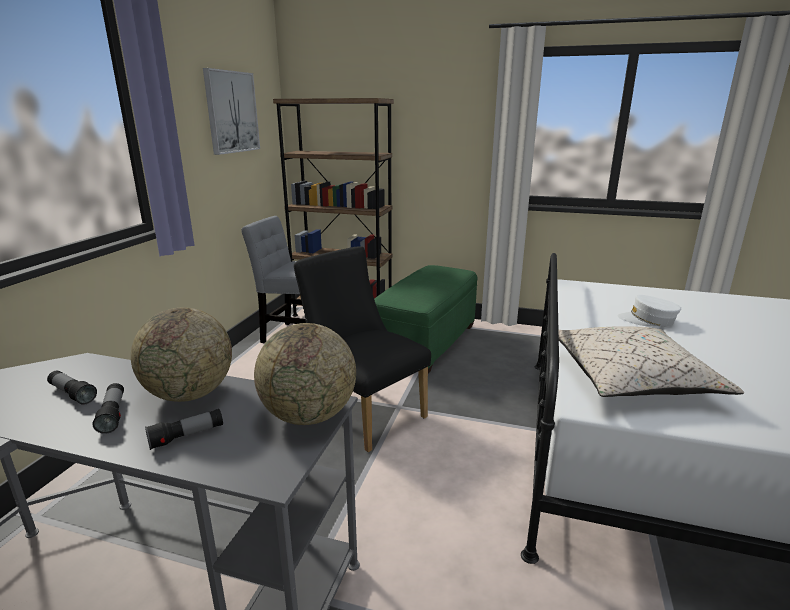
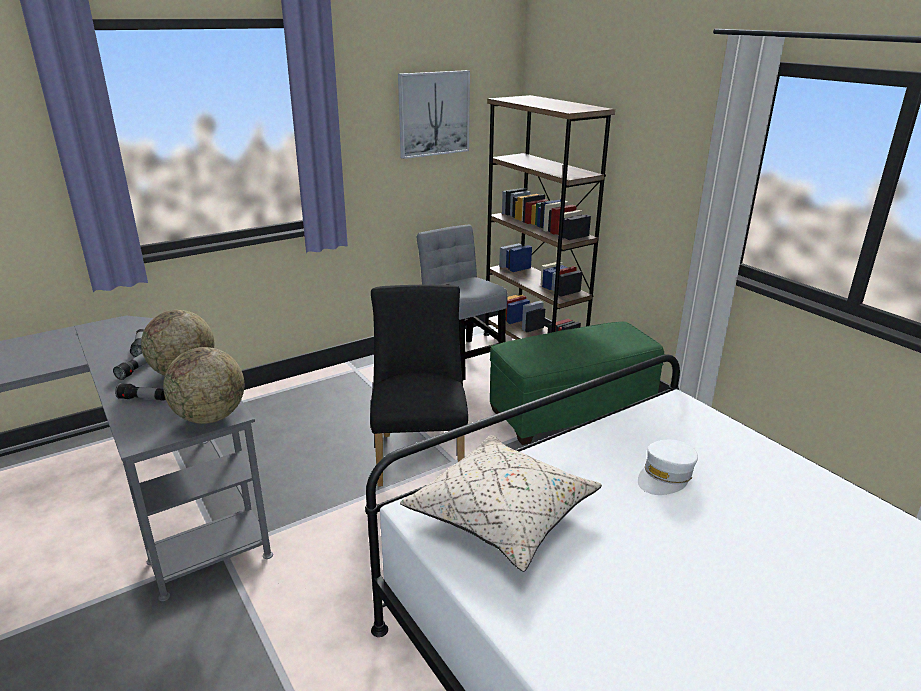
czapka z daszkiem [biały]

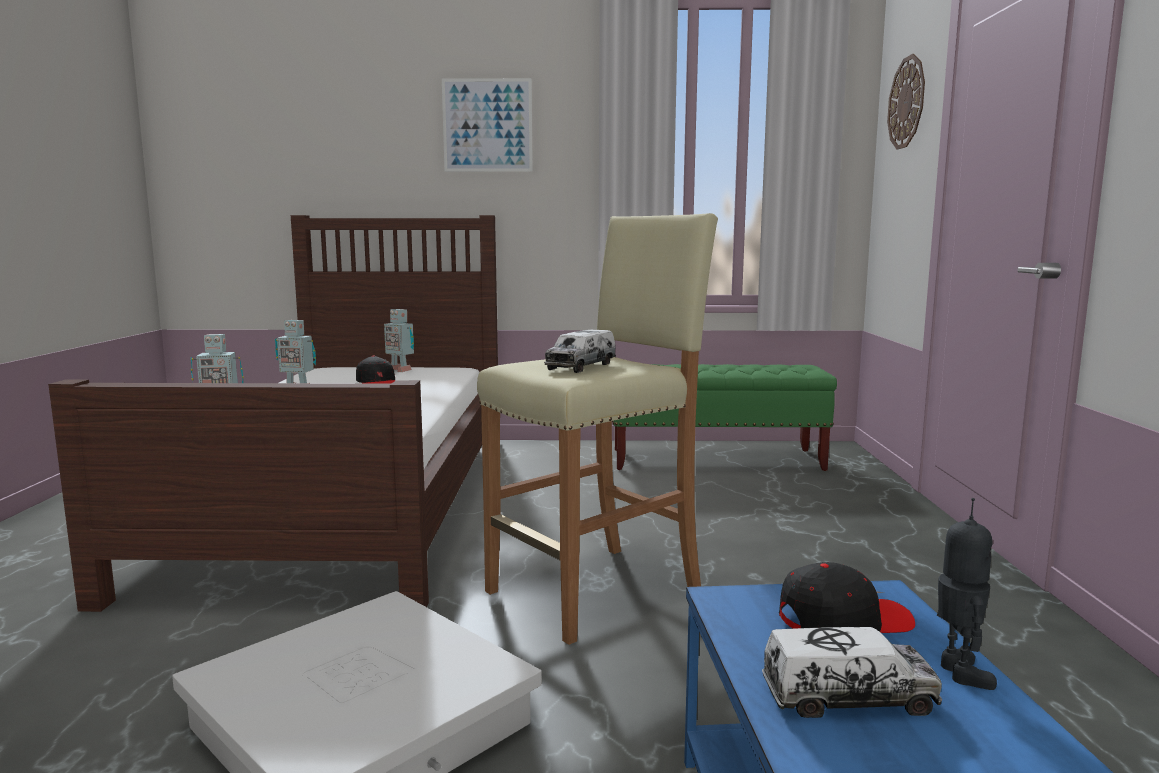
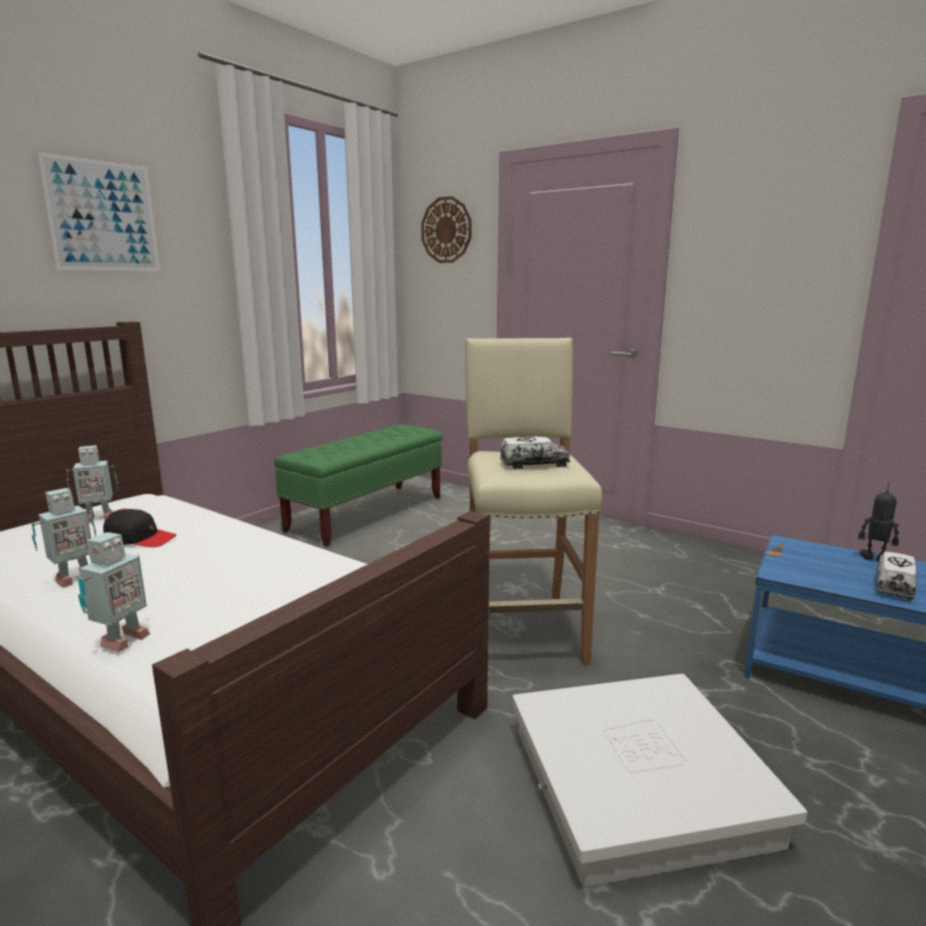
ciężarówka zabawkowa (no. 1 from left)
czapka z daszkiem [czarny] (no. 2 from left in the first image)

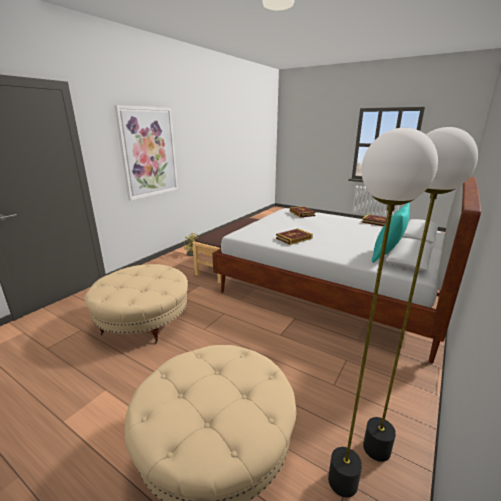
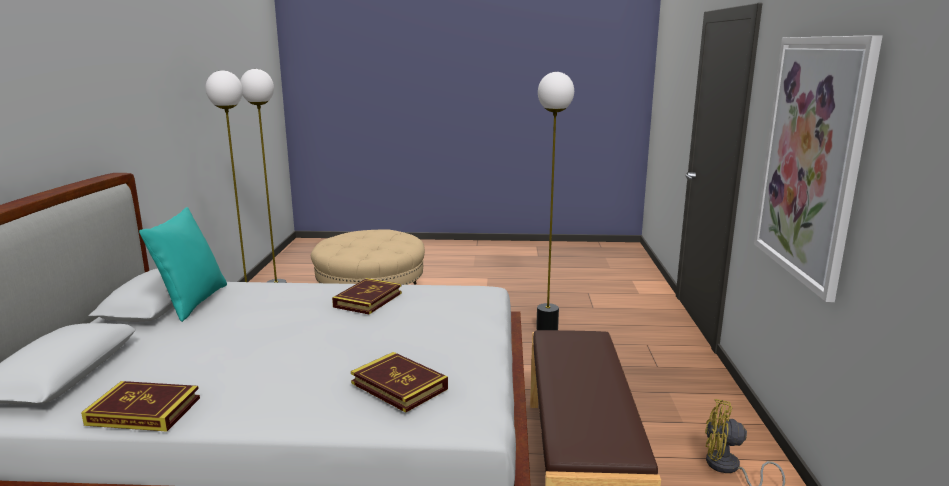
lampa stojąca (no. 3 from left)

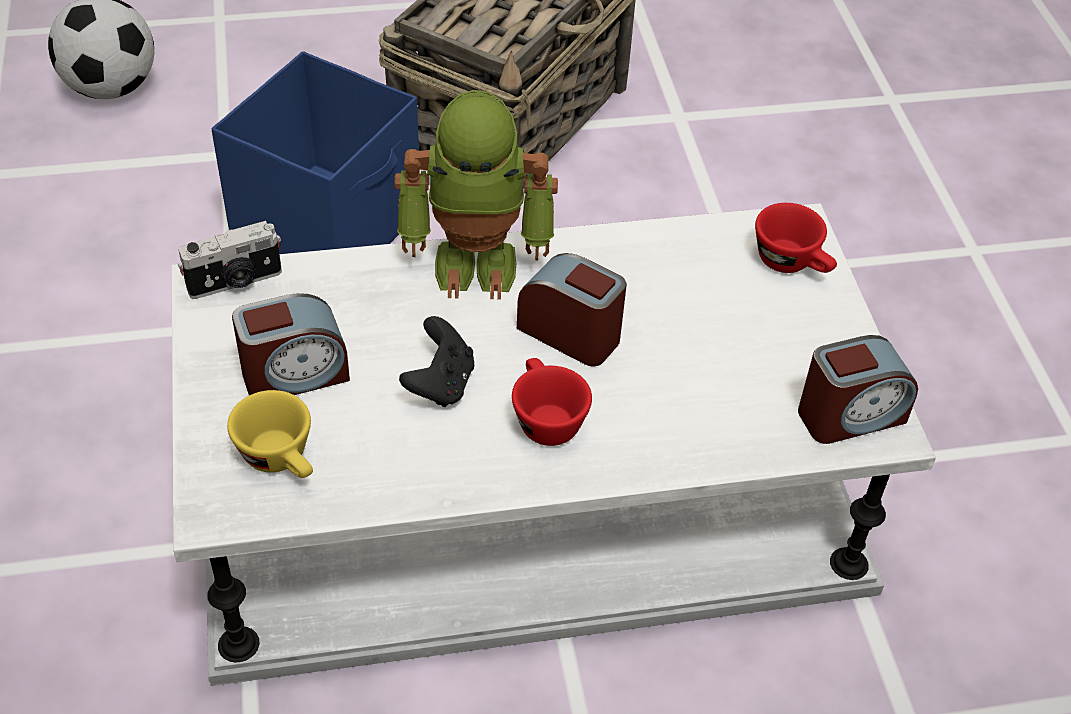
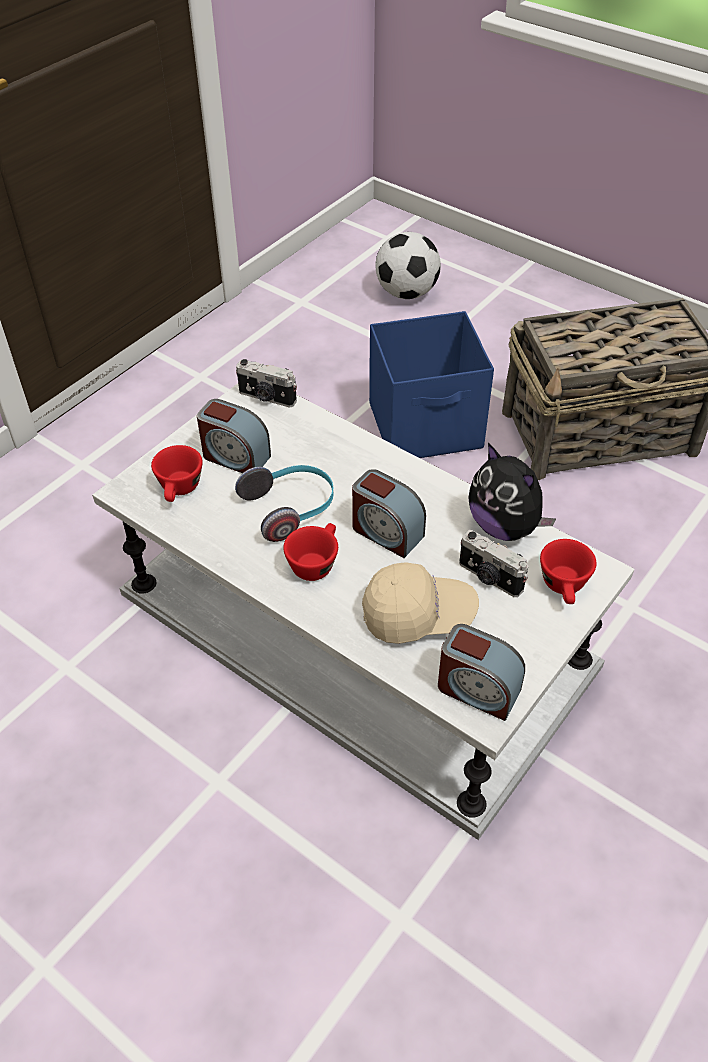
robot zabawkowy
budzik (no. 2 from left)
słuchawki
filiżanka [czerwony] (no. 1 from left)
pluszak
aparat fotograficzny (no. 2 from left)
czapka z daszkiem [beżowy]

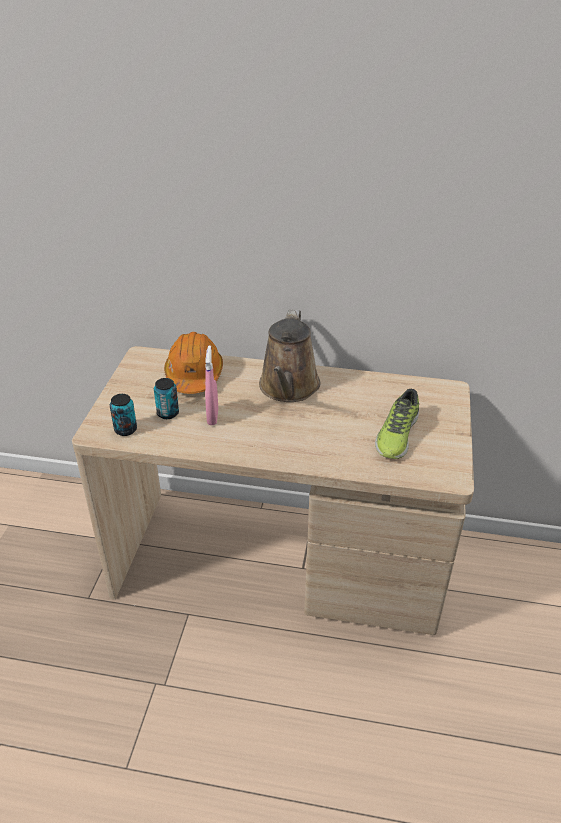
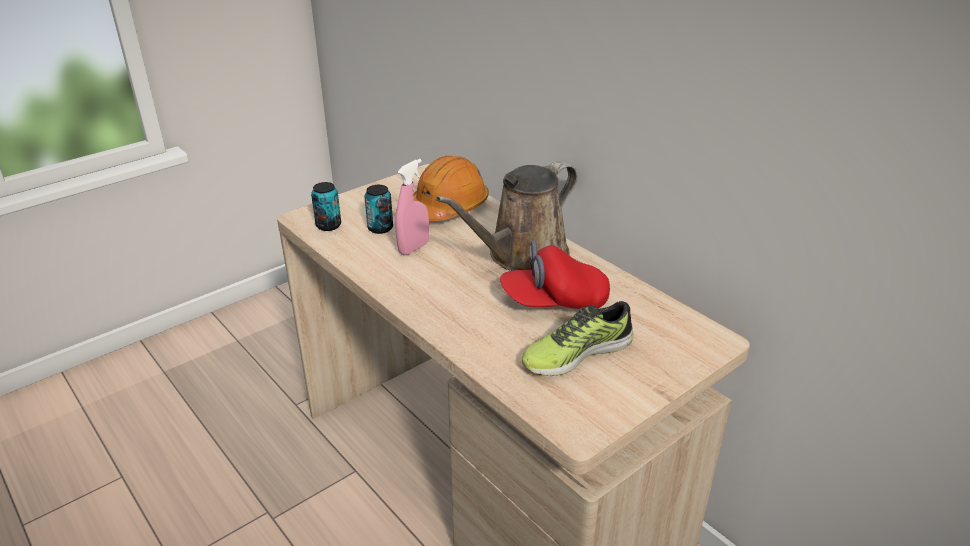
czapka z daszkiem [czerwony]

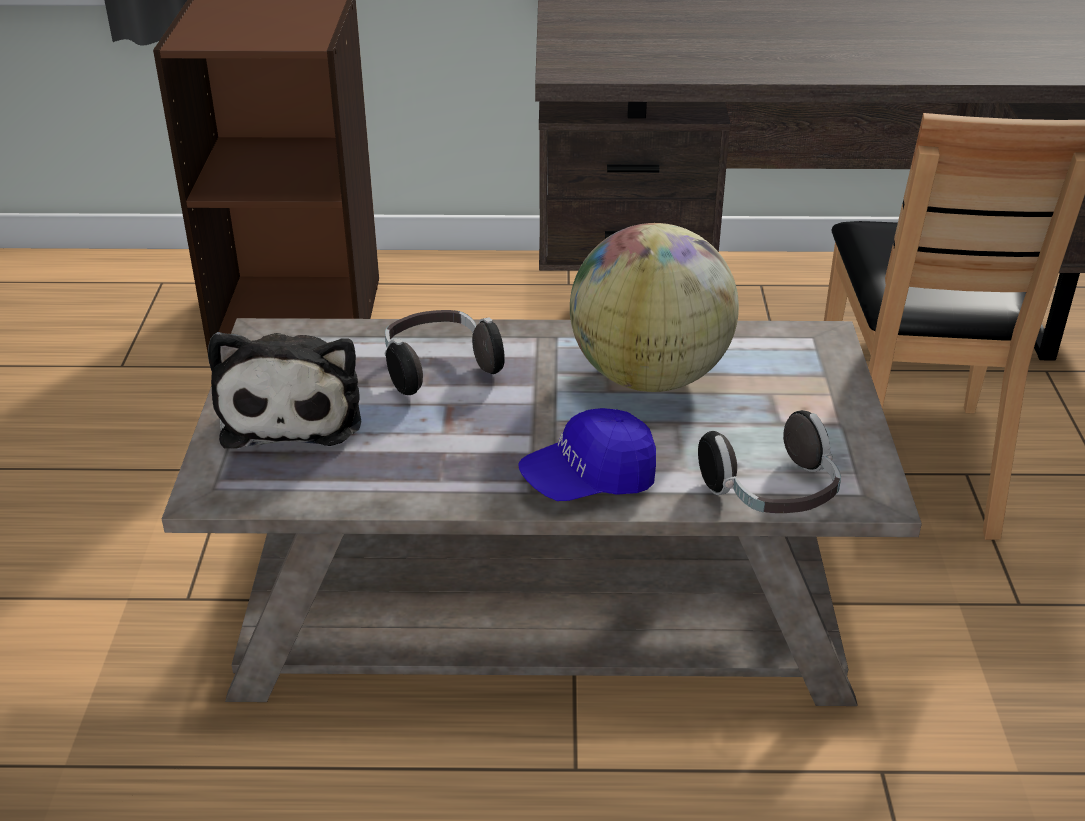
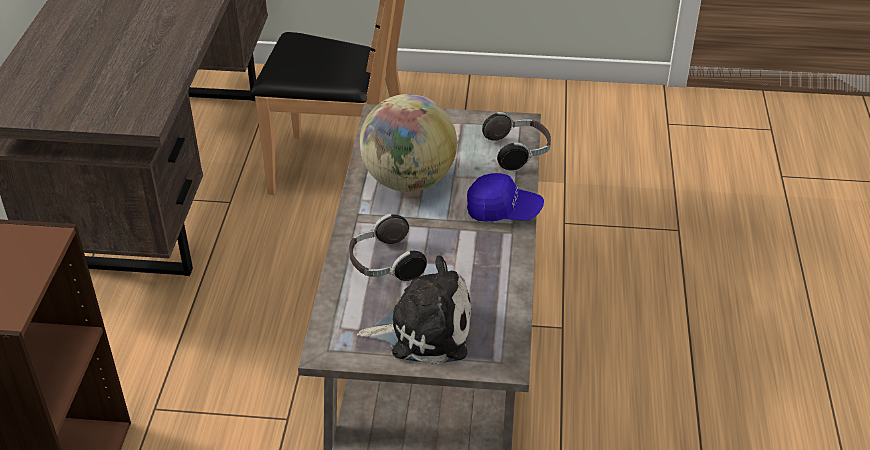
czapka z daszkiem [niebieski]

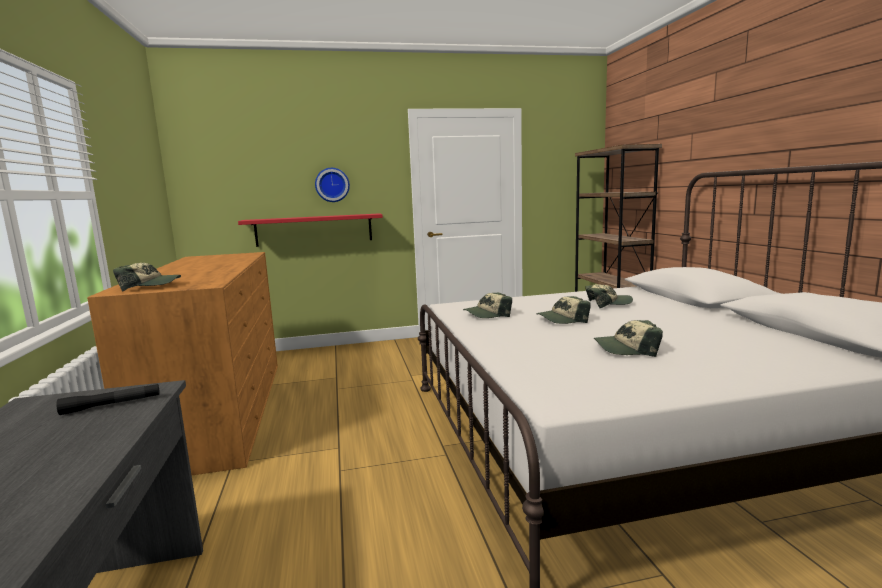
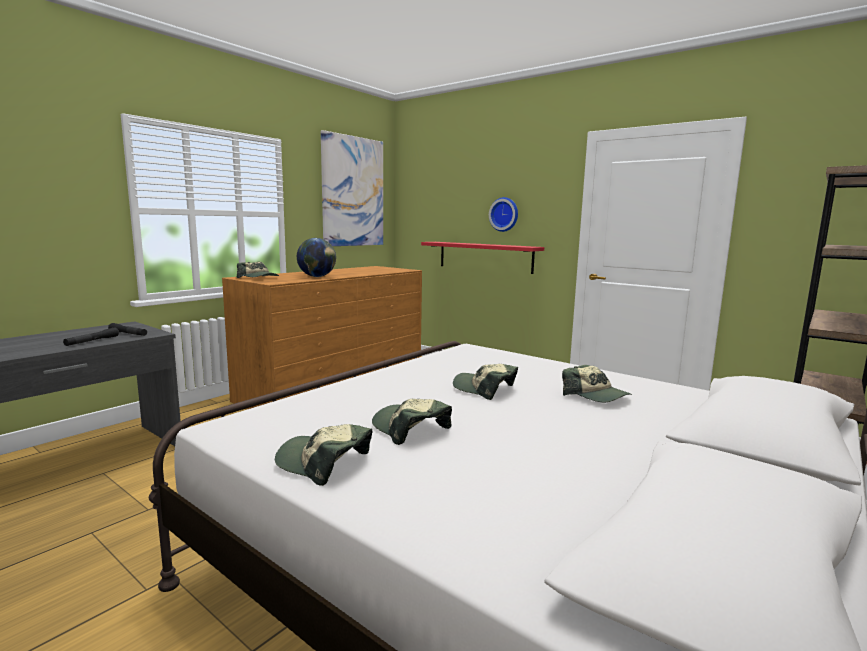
czapka z daszkiem (no. 2 from left)
obraz
globus
latarka [czarny] (no. 1 from left)

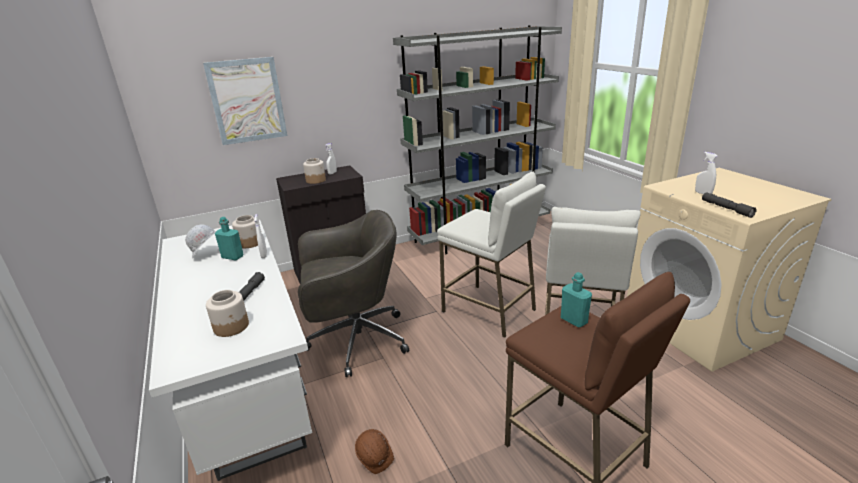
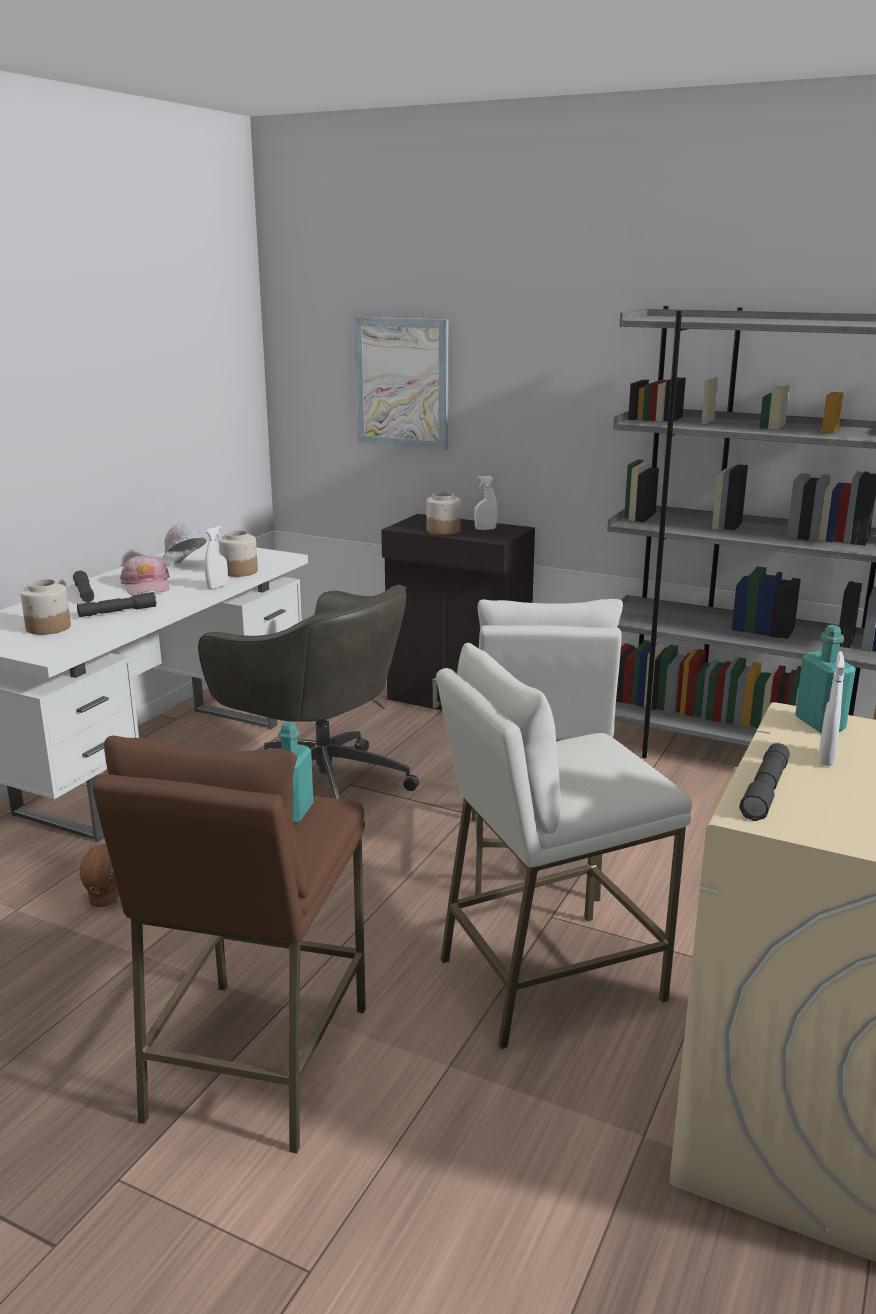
butelka [turkusowy] (no. 2 from left)
czapka z daszkiem [różowy]
latarka [szary] (no. 1 from left)

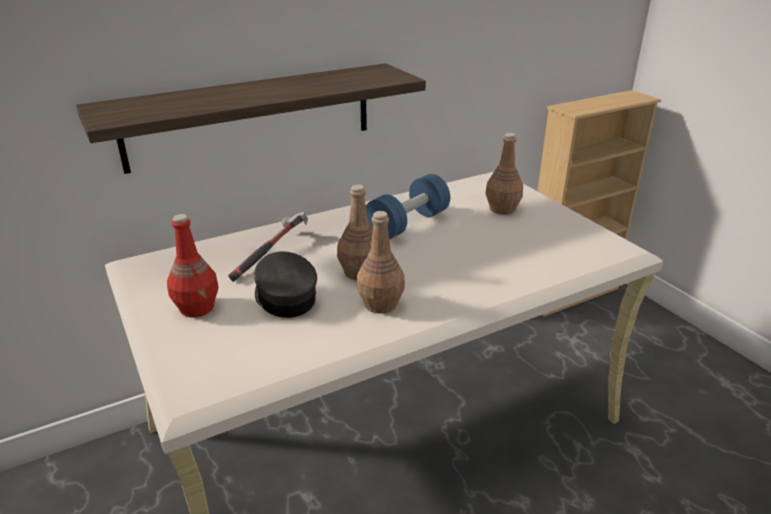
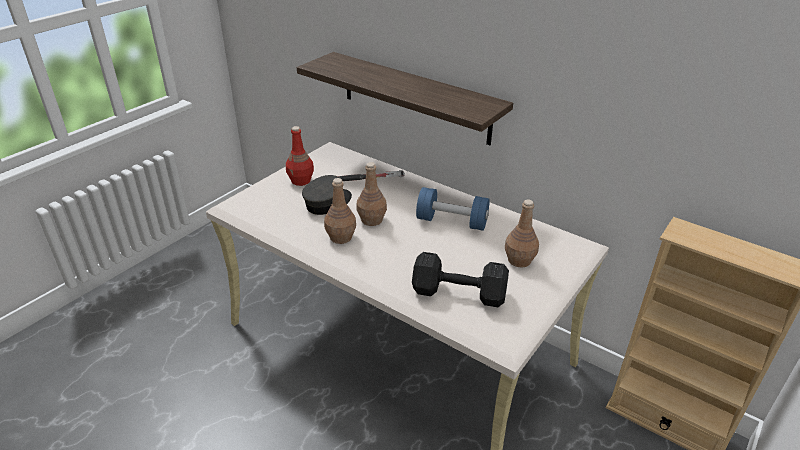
hantel [czarny]

